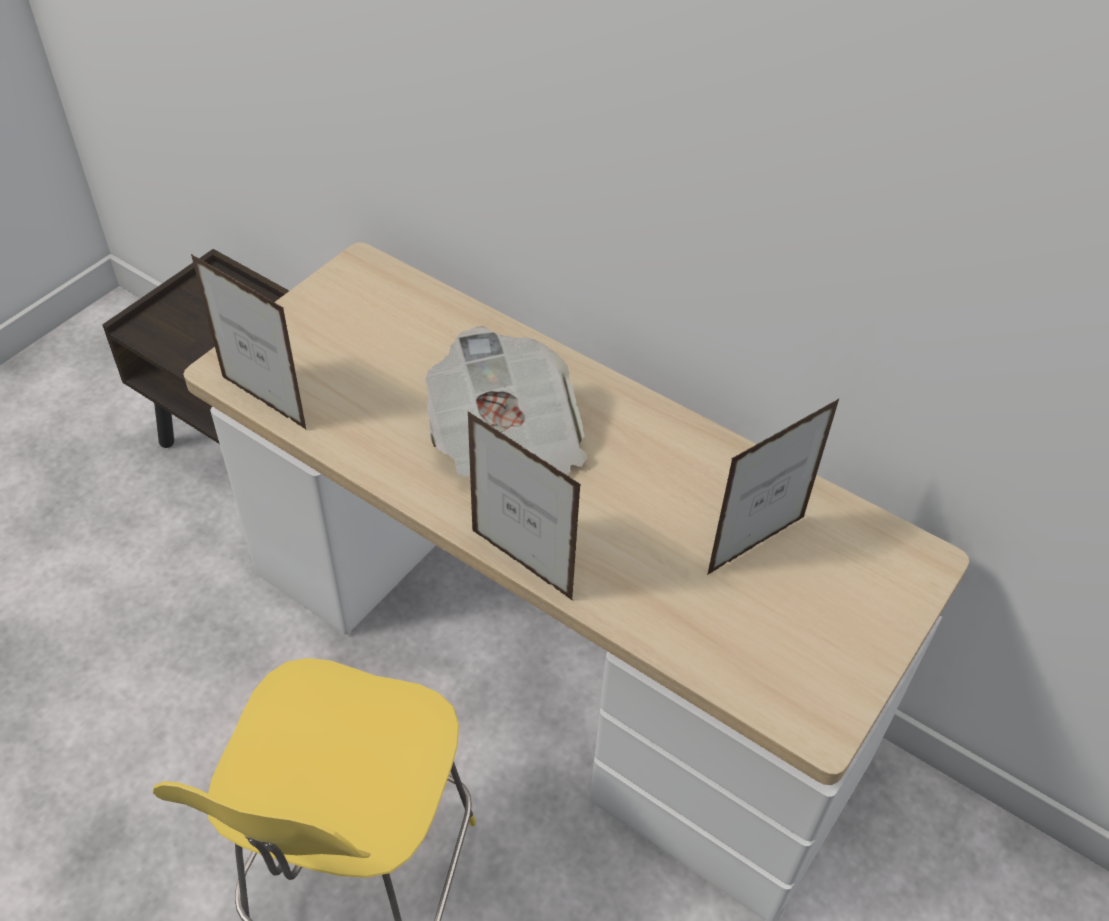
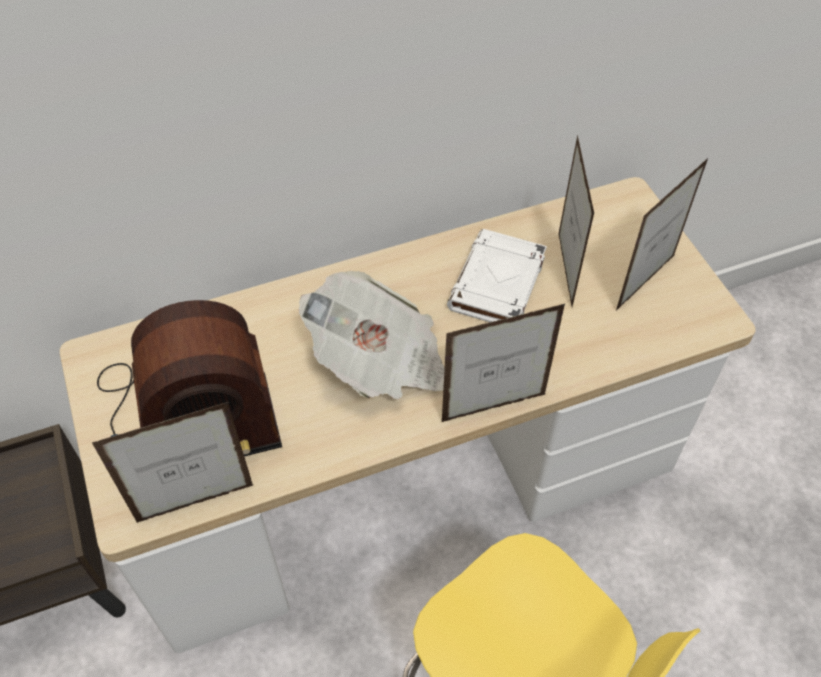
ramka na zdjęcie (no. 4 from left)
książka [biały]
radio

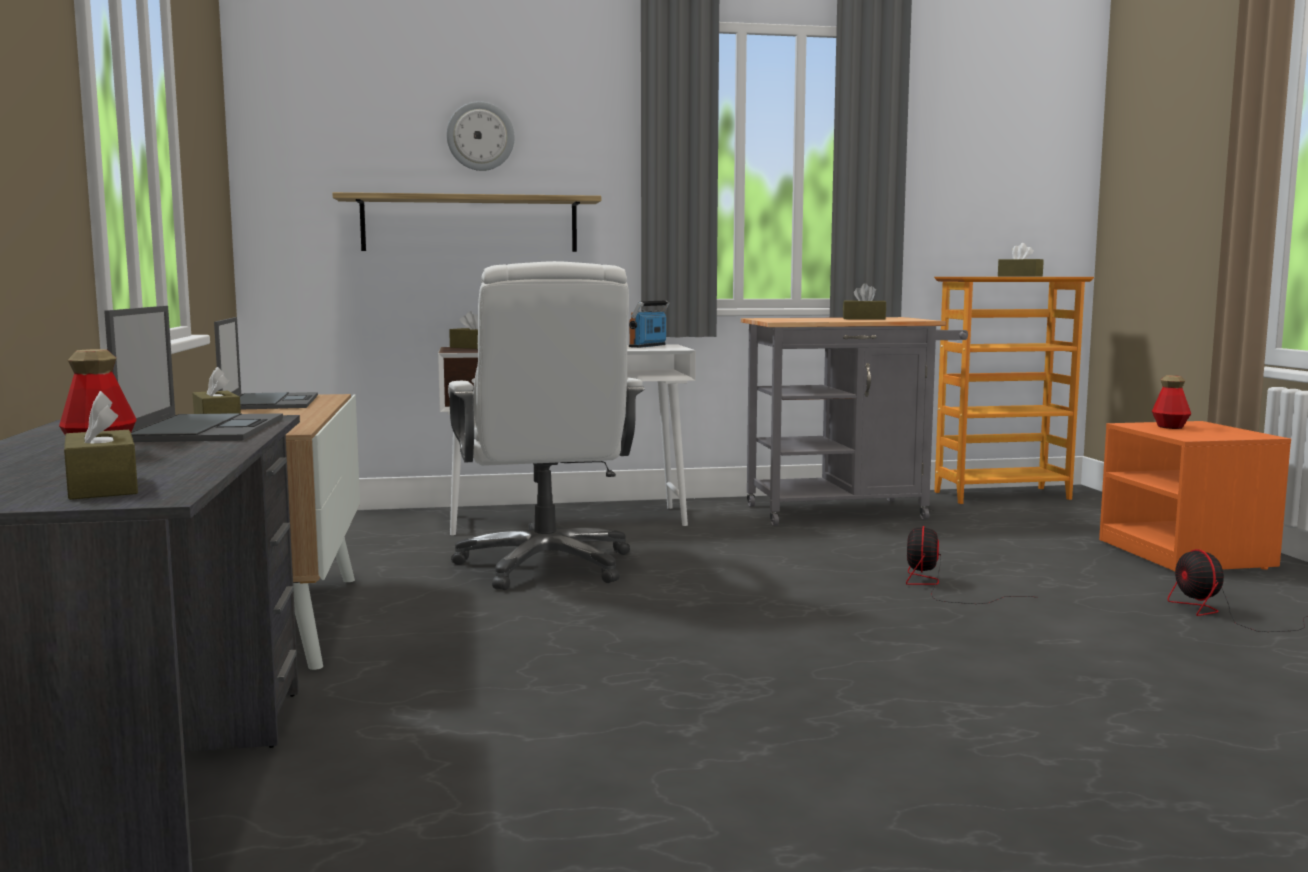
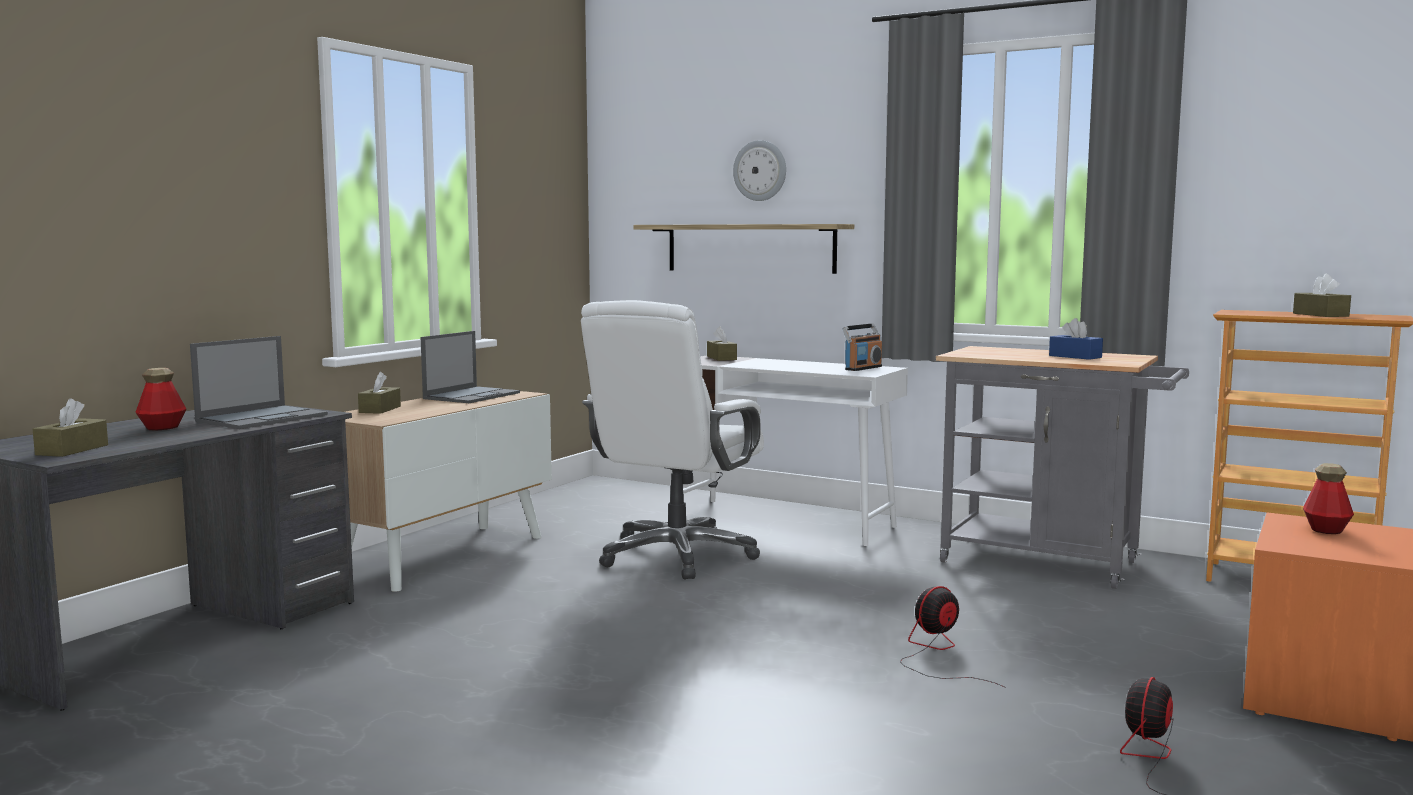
pudełko chusteczek [niebieski]
radio

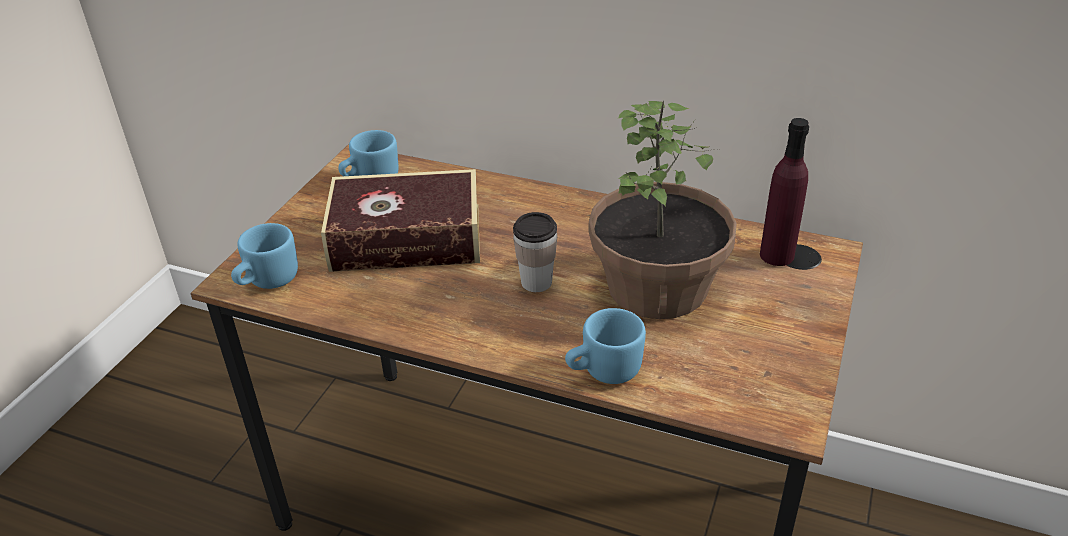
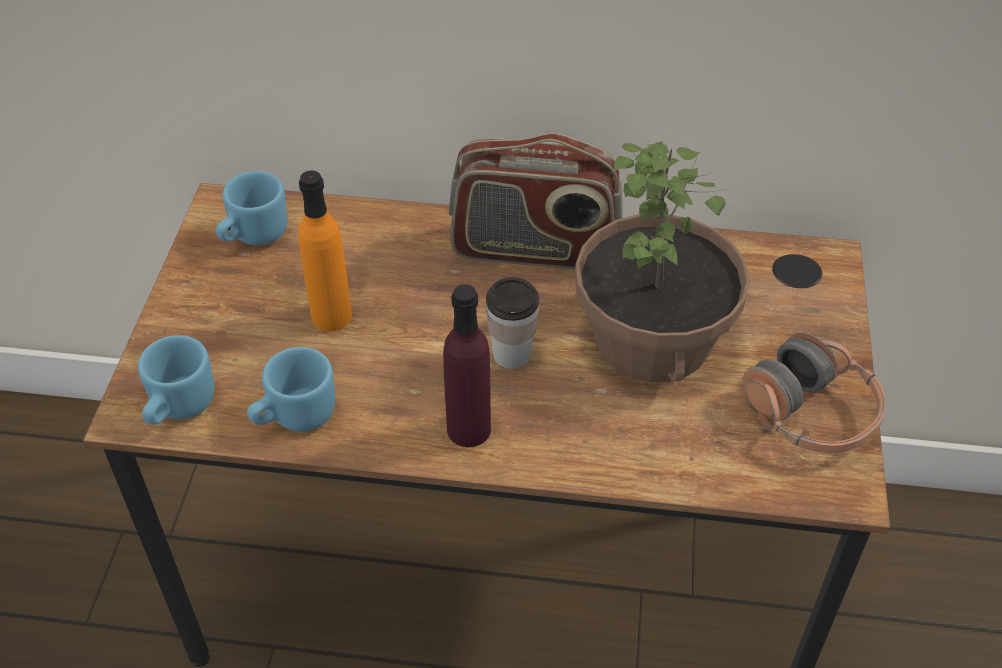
butelka [fioletowy]
butelka [pomarańczowy]
kubek [niebieski] (no. 3 from left)
radio
słuchawki

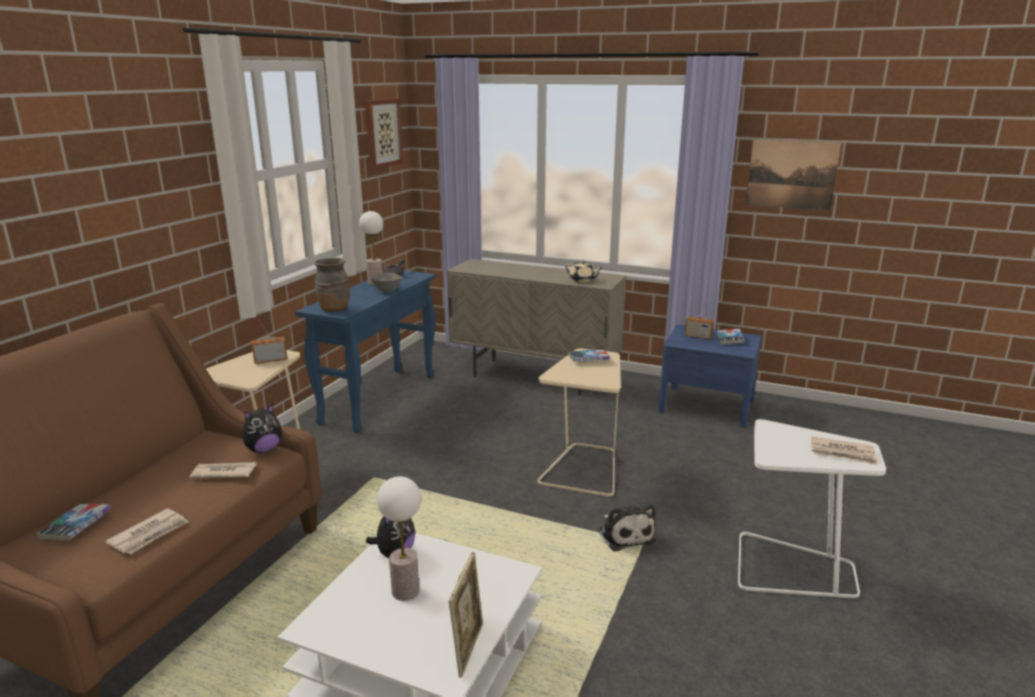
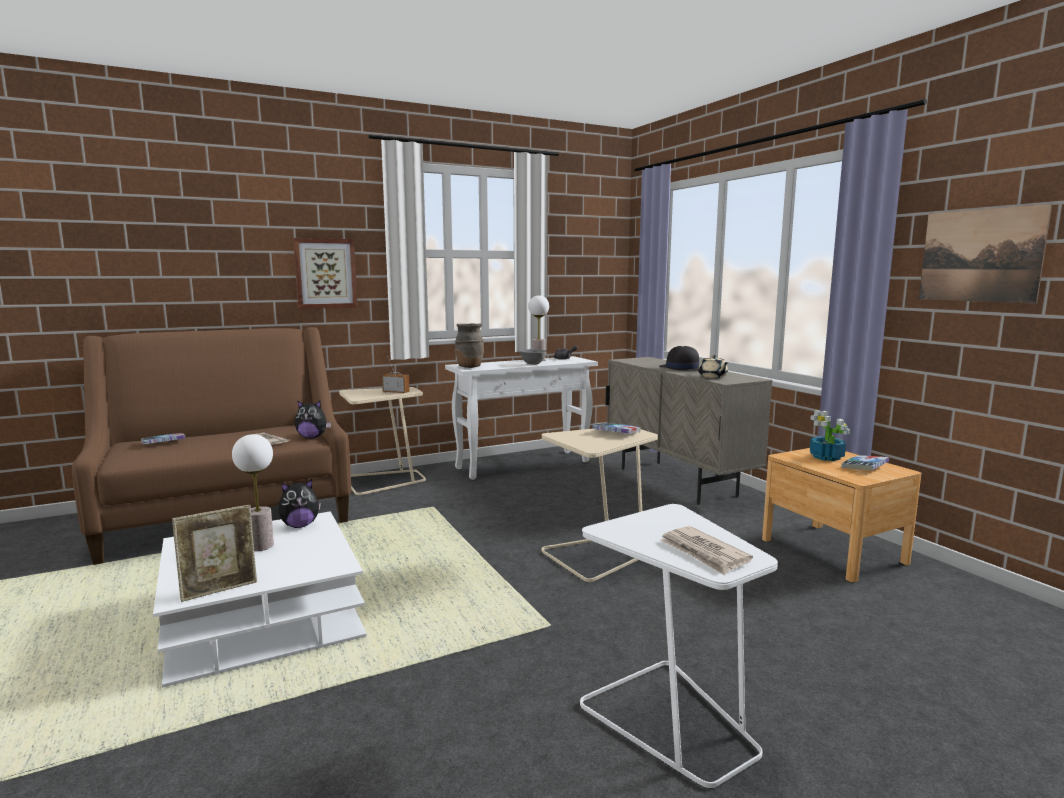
obraz (no. 1 from left)
stolik konsolowy [biały]
roślina doniczkowa
szafka nocna [brązowy]
pluszak (no. 3 from left in the first image)
gazeta (no. 1 from left in the first image)
kapelusz [czarny]

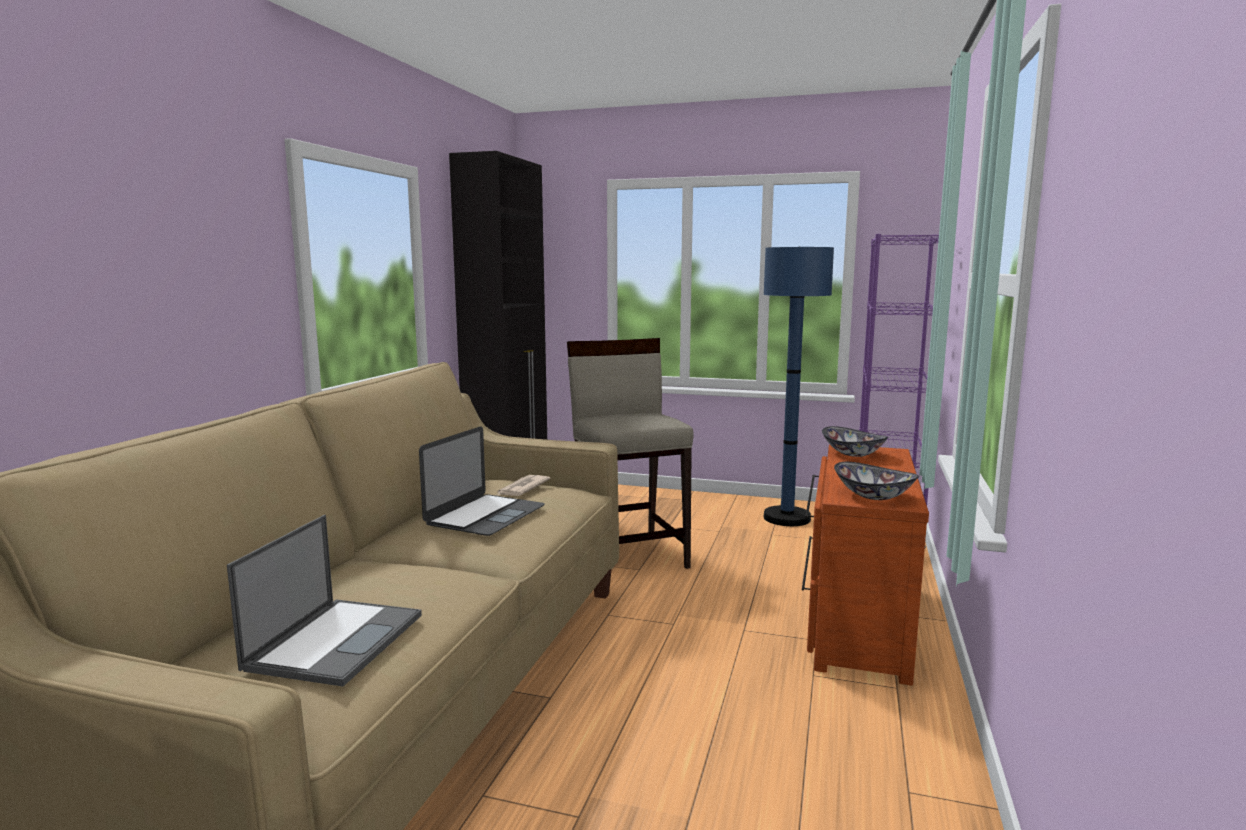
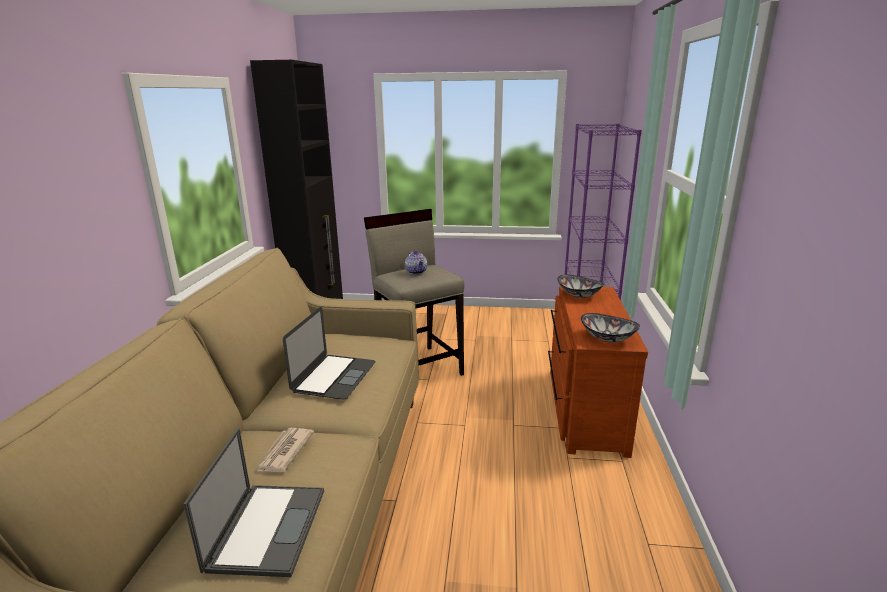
lampa stojąca [niebieski]
gazeta
imbryk

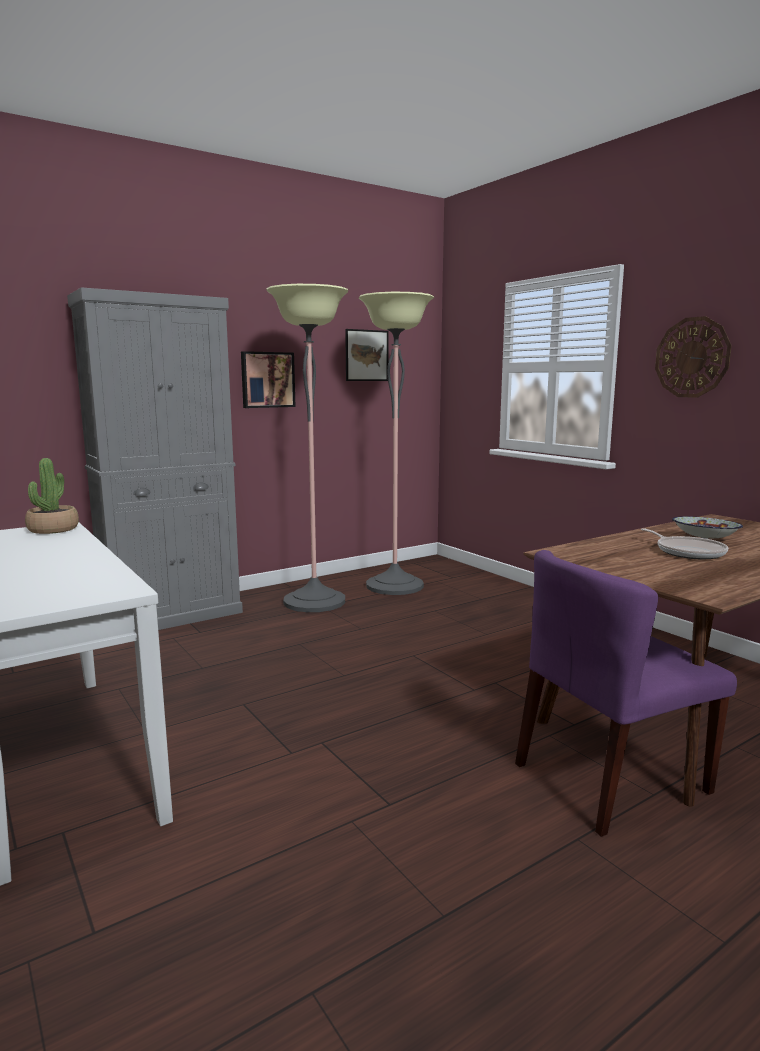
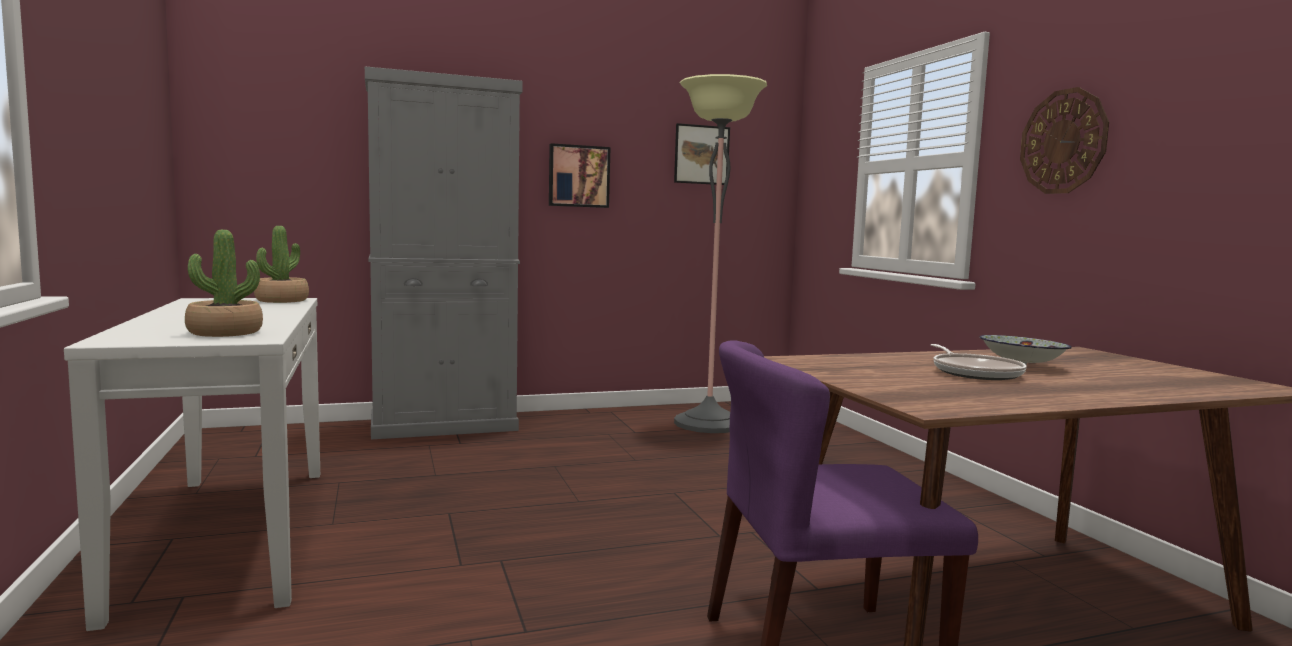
lampa stojąca (no. 1 from left in the first image)
roślina doniczkowa (no. 1 from left)

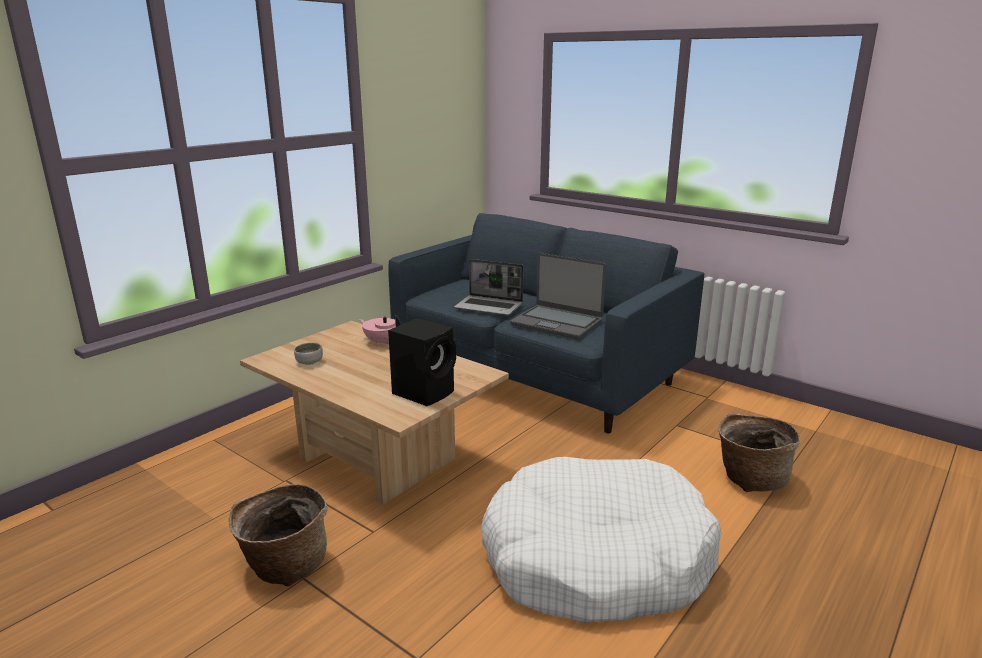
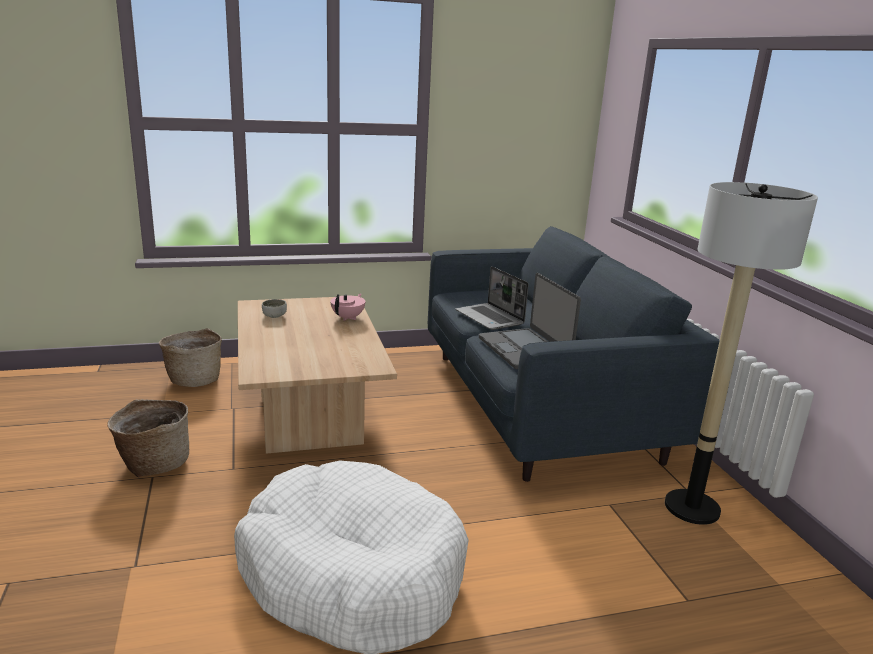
imbryk [różowy]
głośnik [czarny]
koszyk (no. 2 from left)
lampa stojąca

